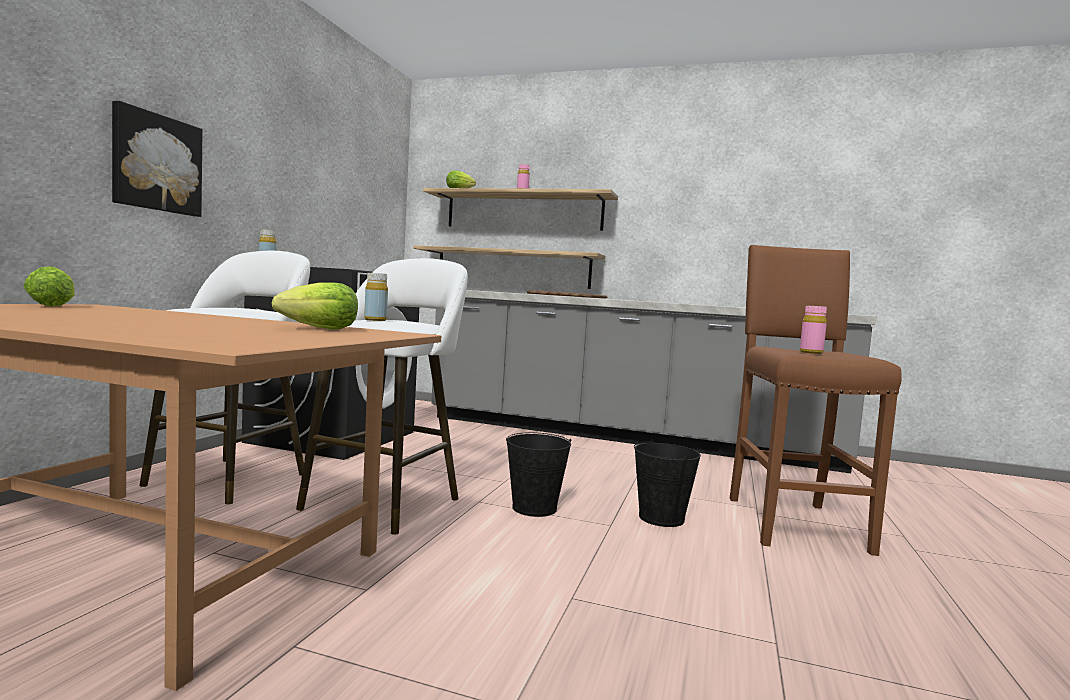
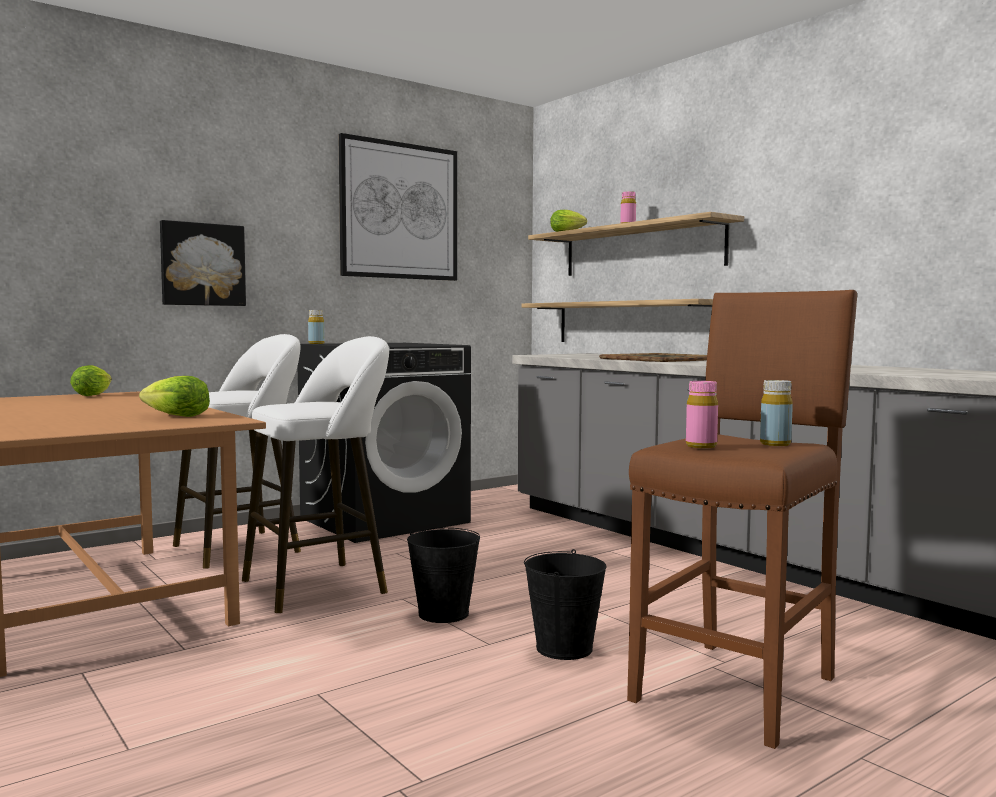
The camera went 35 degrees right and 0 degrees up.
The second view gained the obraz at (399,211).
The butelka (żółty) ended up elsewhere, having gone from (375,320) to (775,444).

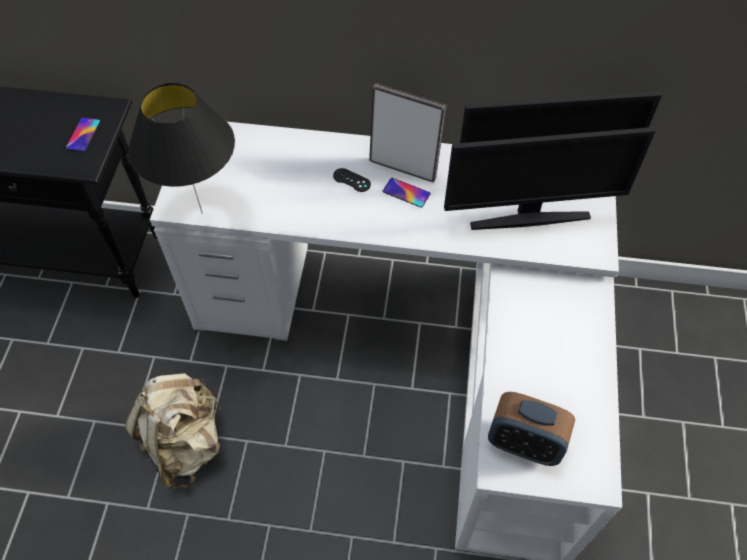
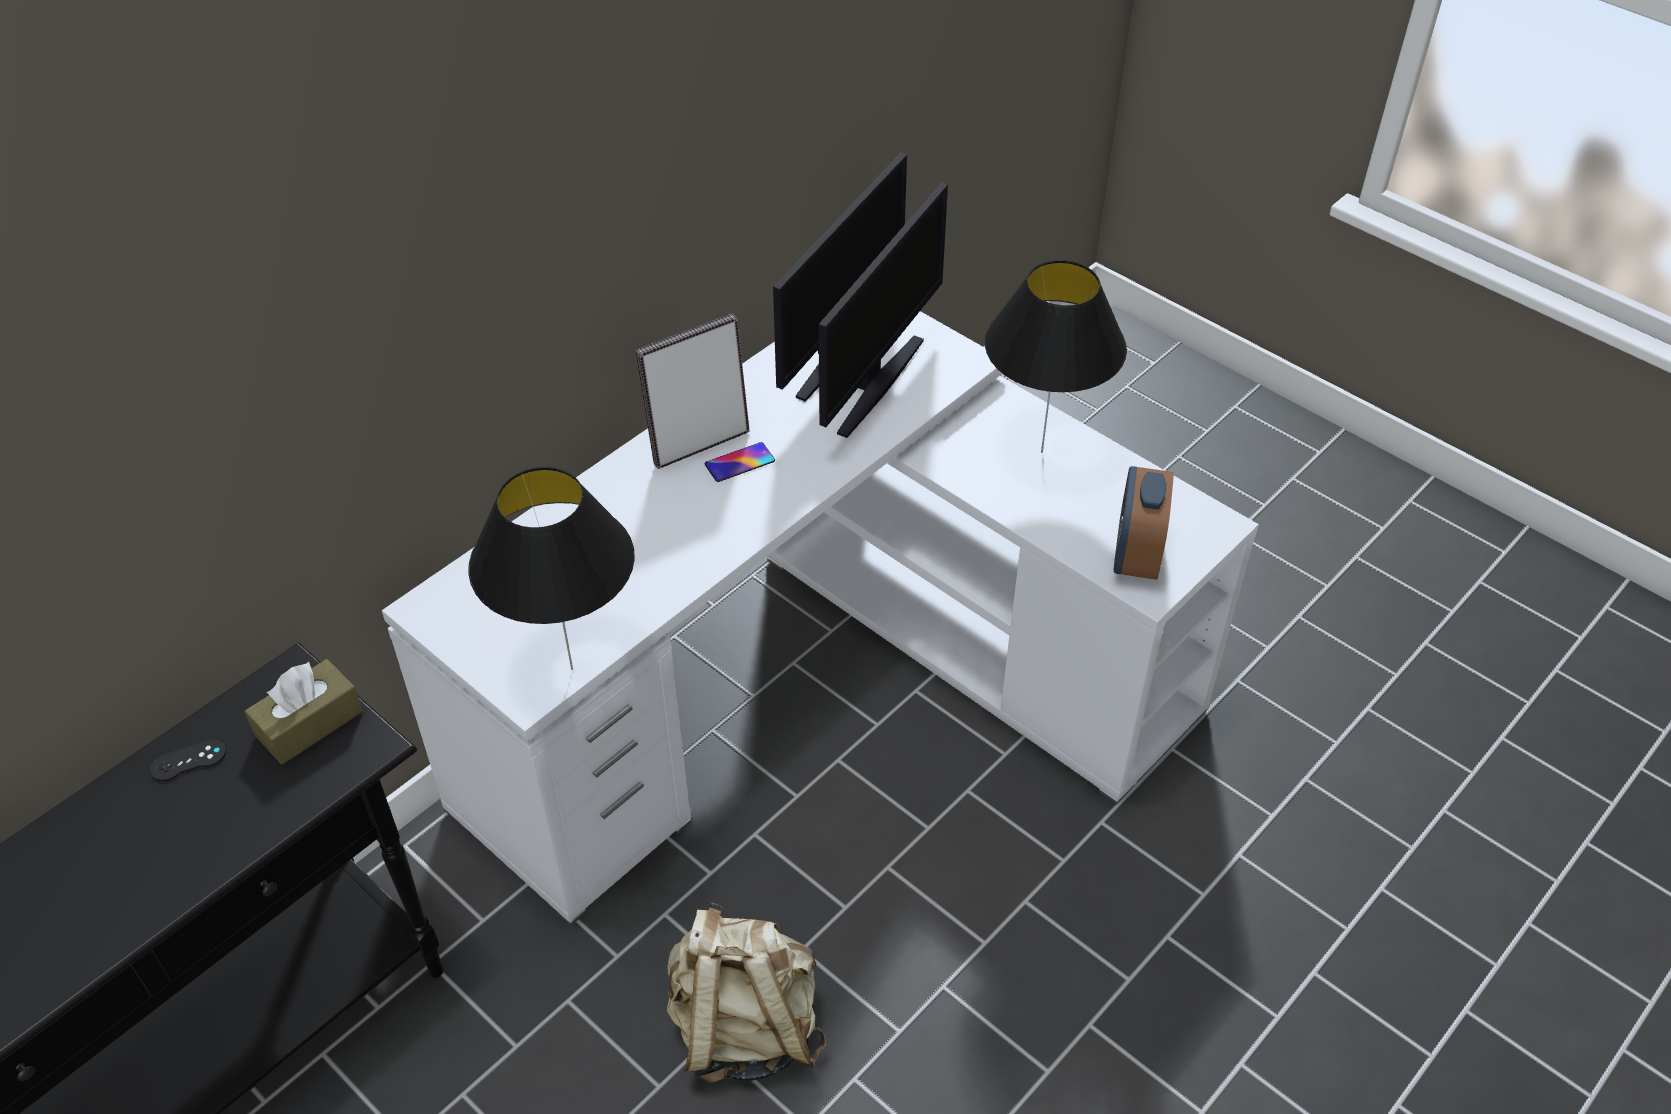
The camera went 55 degrees left and 10 degrees down.
The second view gained the lampa stołowa (czarny) at (1041,452).
The pad do gier (czarny) ended up elsewhere, having gone from (351,180) to (188,761).
Where the telefon stood at (83,135), the pudełko chusteczek (brązowy) came to stand at (309,723).
The budzik at (524,443) ended up facing another way, 135 degrees clockwise from before.

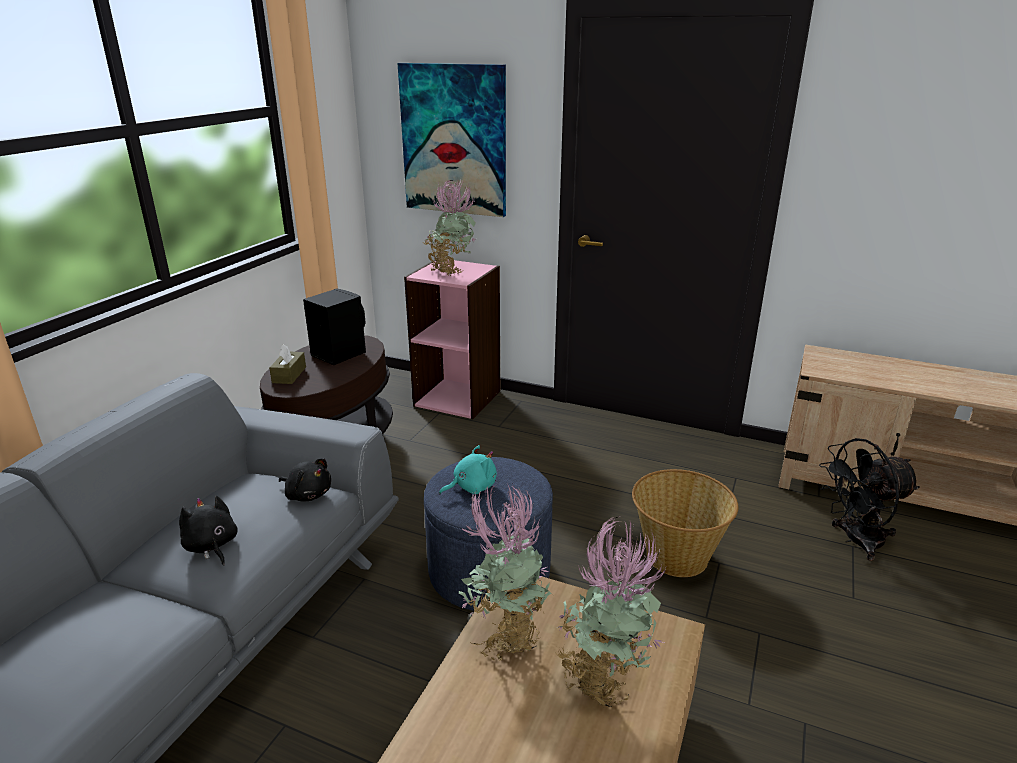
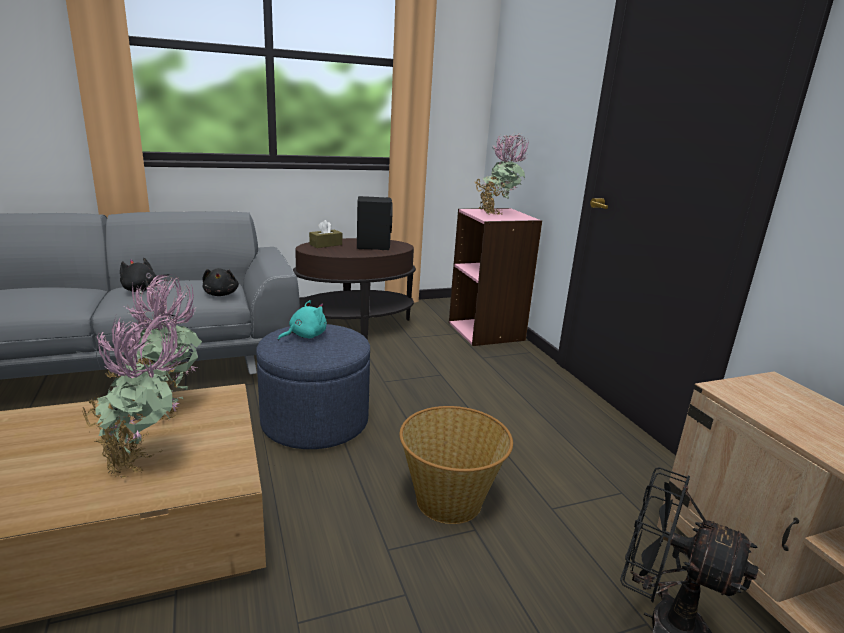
The camera went 45 degrees right and 5 degrees down.
The second view lost the obraz at (454,140).
The pluszak (czarny) at (211,546) ended up facing another way, 60 degrees counterclockwise from before.
The pluszak (turkusowy) at (472,487) ended up facing another way, 60 degrees counterclockwise from before.

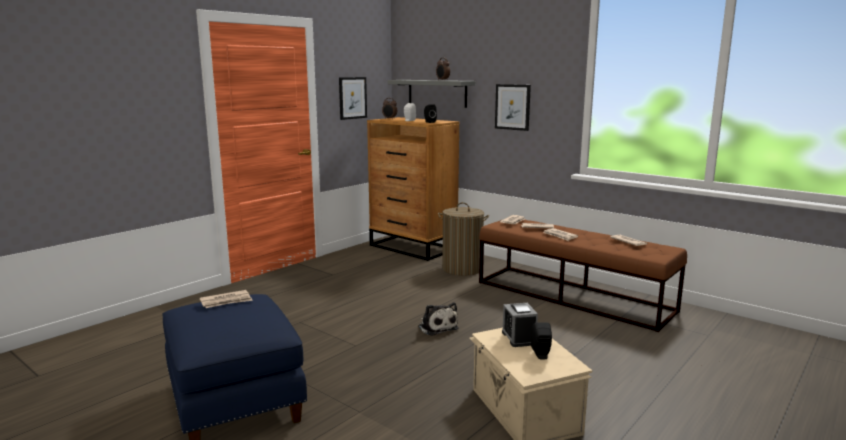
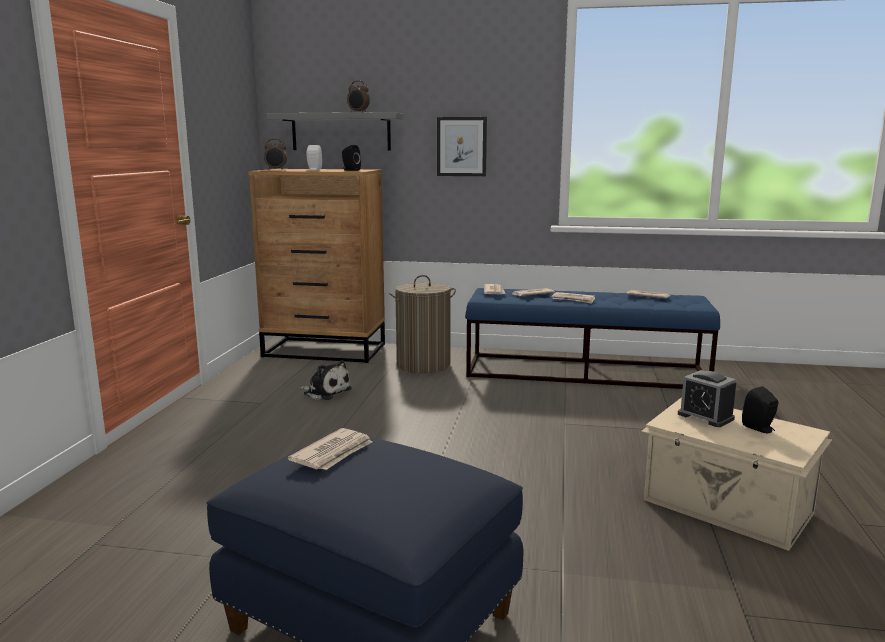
The camera went 30 degrees left and 0 degrees up.
The second view lost the obraz at (352,98).
The pluszak ended up elsewhere, having gone from (437,327) to (325,392).
What was the ławka (brązowy) at (573,296) turned into the ławka (niebieski) at (585,372).

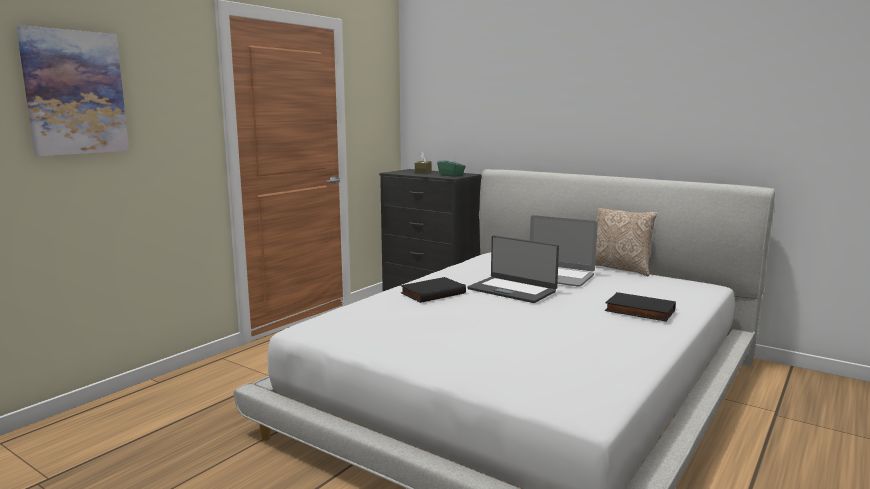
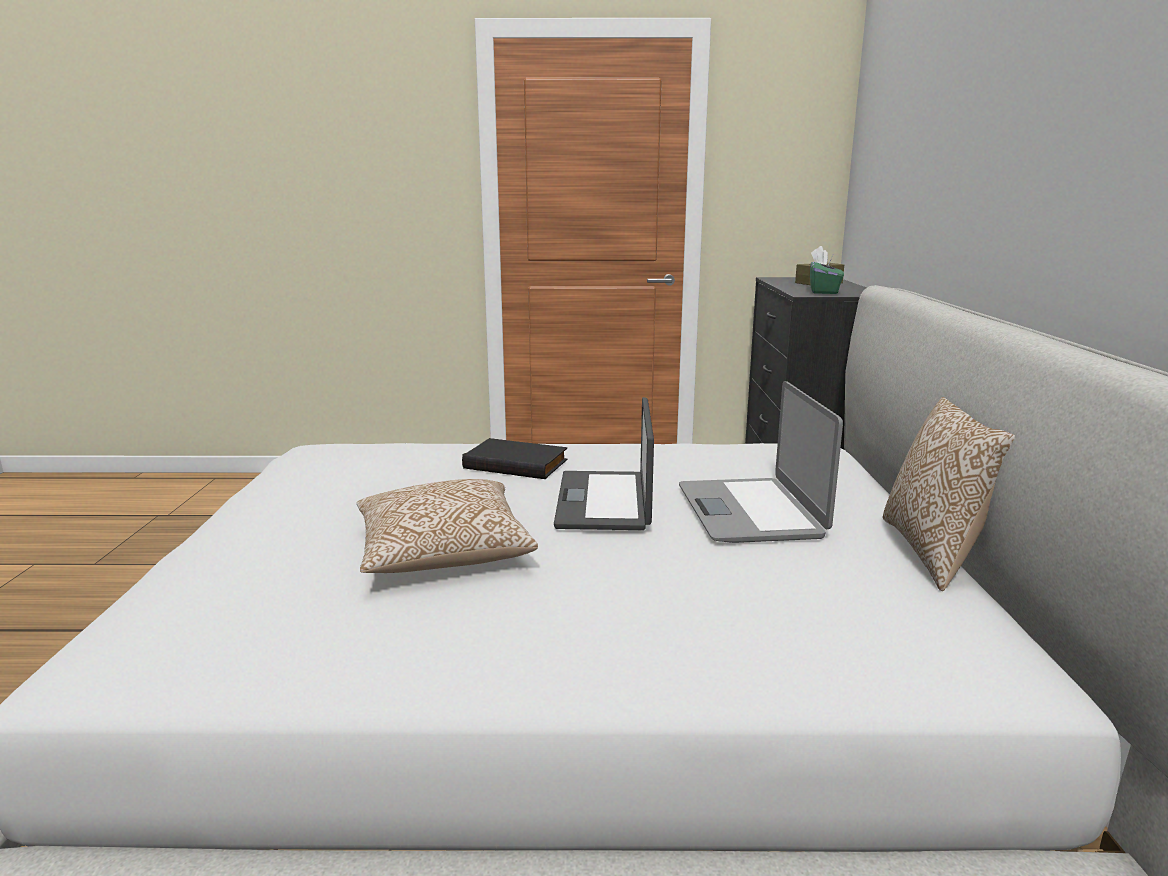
The camera went 55 degrees right and 5 degrees up.
The second view lost the obraz at (75,93).
The second view lost the książka (czarny) at (639,311).
The second view gained the poduszka at (442,554).

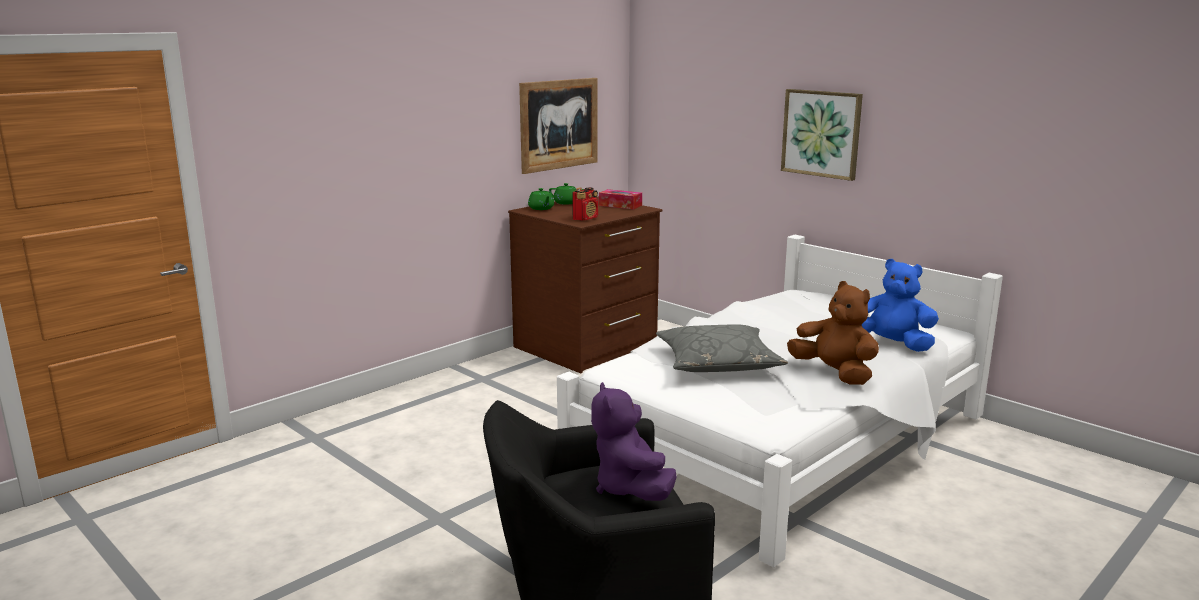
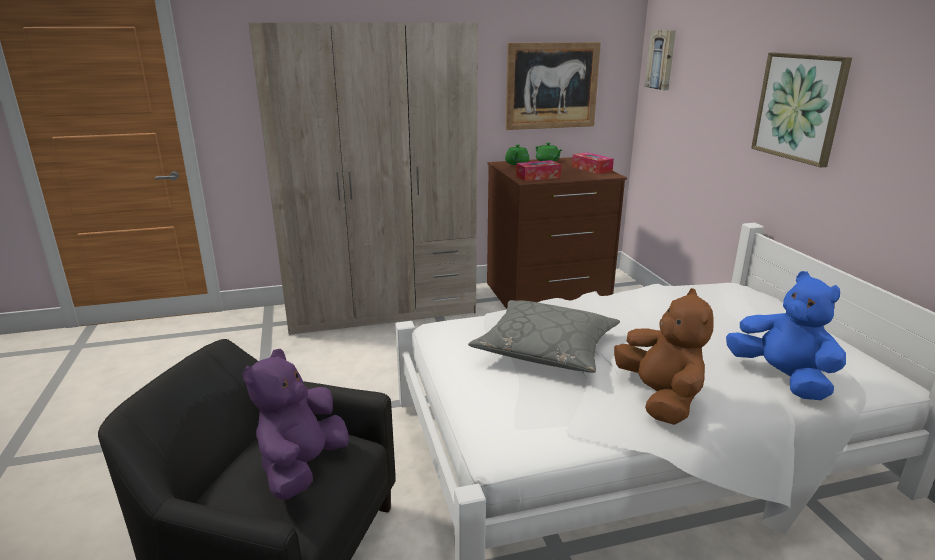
The camera went 30 degrees right and 5 degrees up.
The second view gained the szafa (beżowy) at (381,309).
The second view gained the obraz at (661,59).
Where the radio stood at (585,218), the pudełko chusteczek came to stand at (538,177).

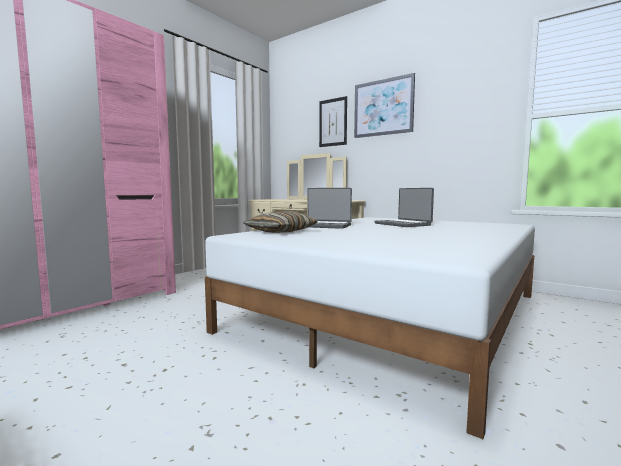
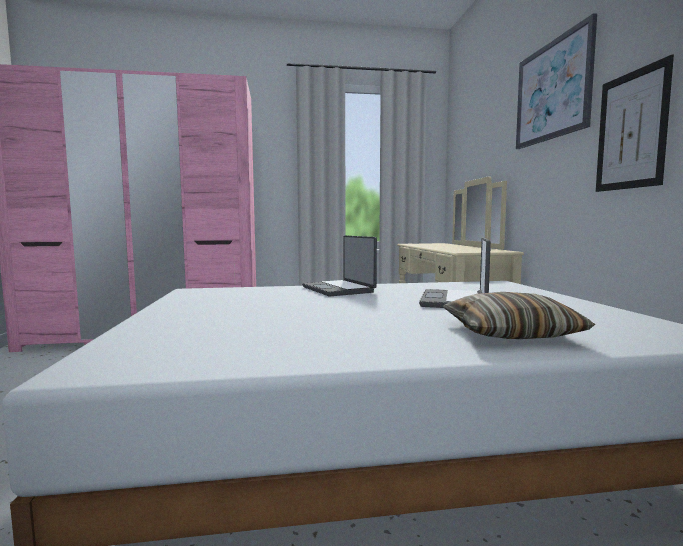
The camera went 45 degrees right and 0 degrees up.
The poduszka ended up elsewhere, having gone from (280,231) to (509,333).
The obraz ended up elsewhere, having gone from (333,122) to (631,130).

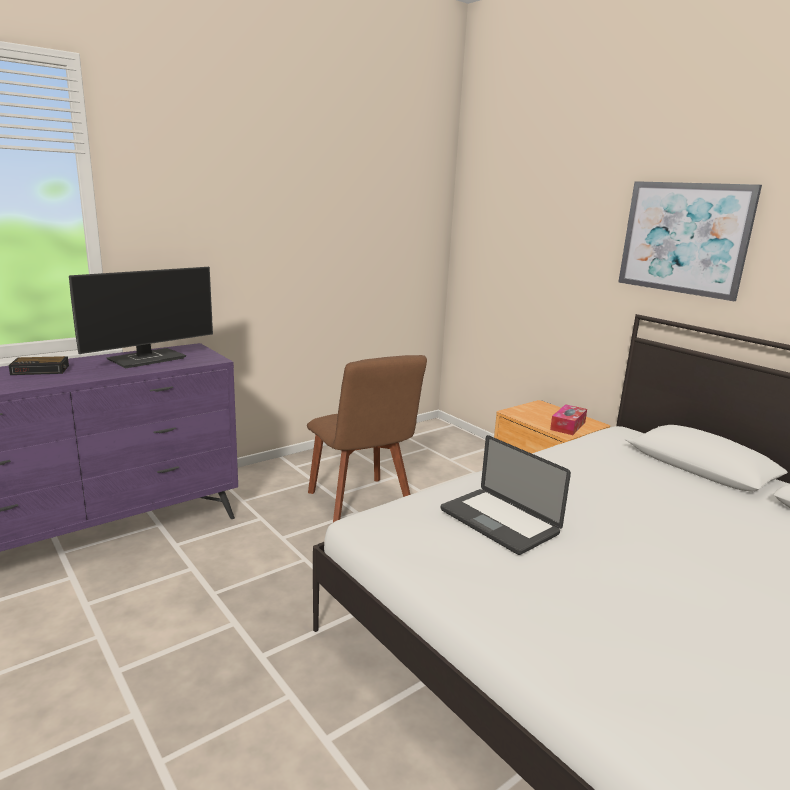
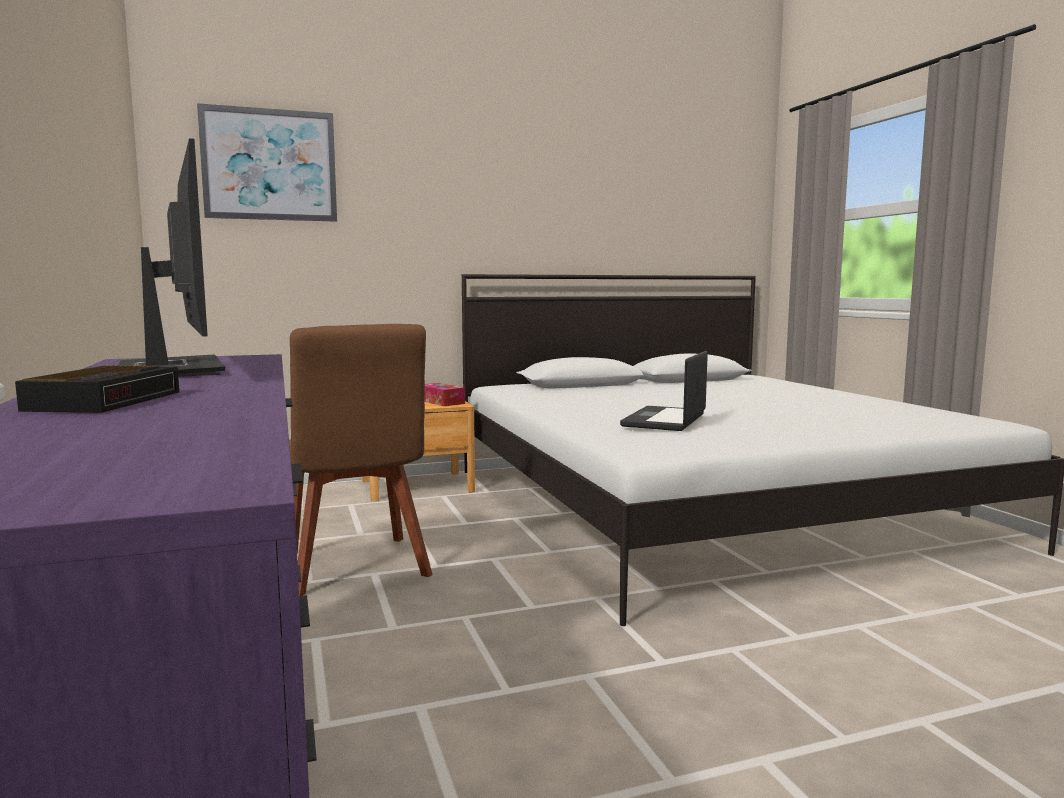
The camera went 70 degrees left and 10 degrees down.
The obraz ended up elsewhere, having gone from (684,238) to (269,165).
The krzesło (brązowy) at (361,504) ended up facing another way, 75 degrees clockwise from before.
The laptop at (498,522) ended up facing another way, 135 degrees clockwise from before.

